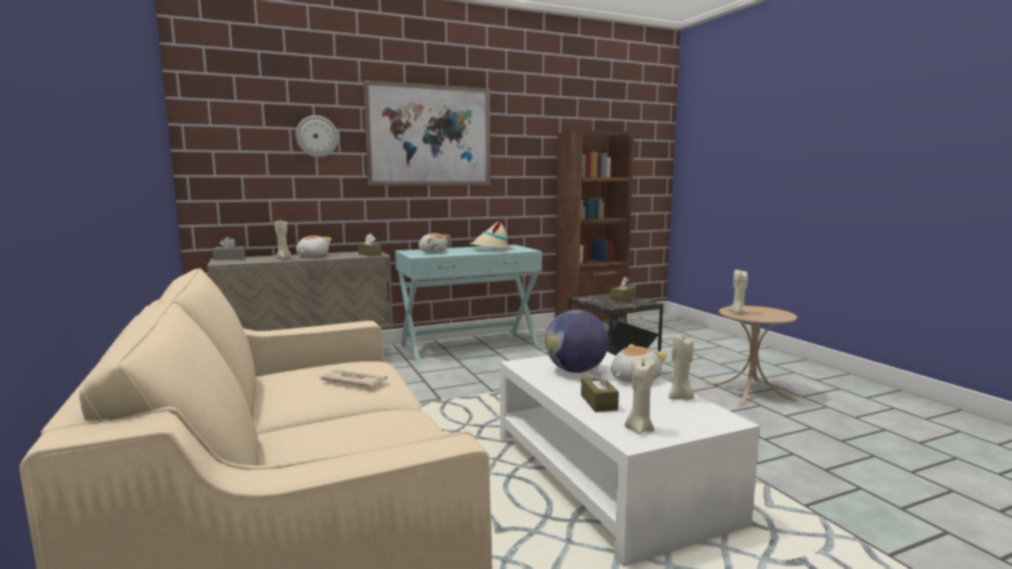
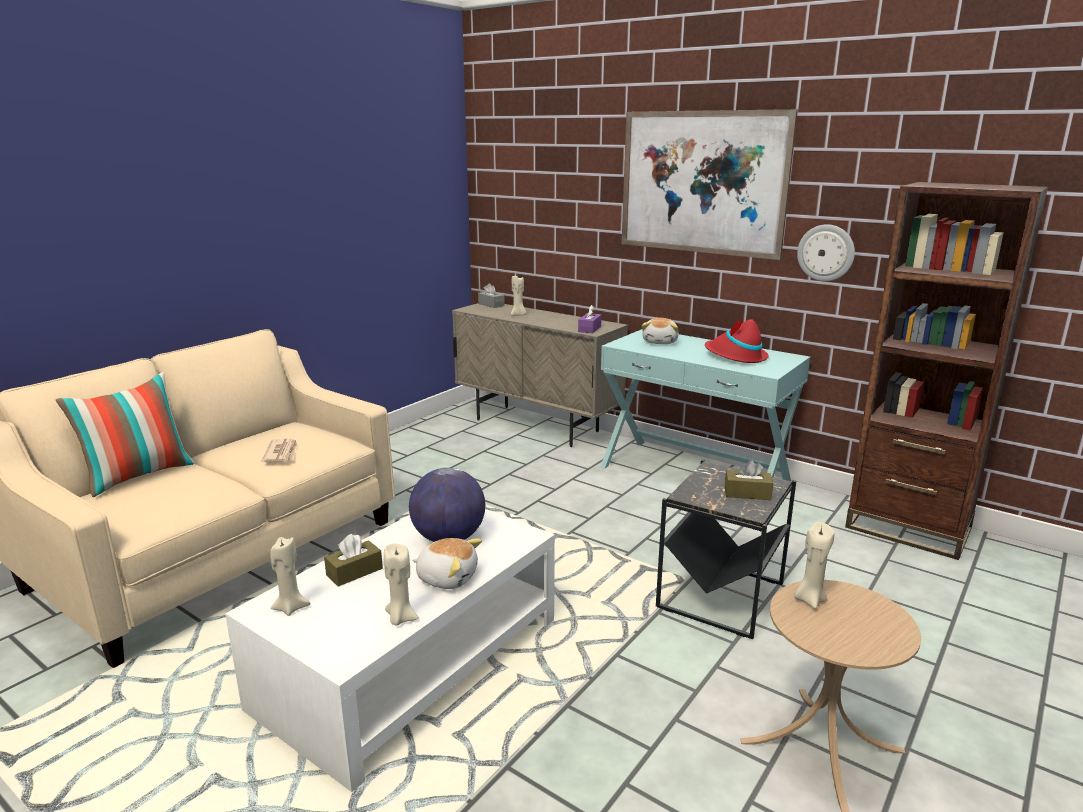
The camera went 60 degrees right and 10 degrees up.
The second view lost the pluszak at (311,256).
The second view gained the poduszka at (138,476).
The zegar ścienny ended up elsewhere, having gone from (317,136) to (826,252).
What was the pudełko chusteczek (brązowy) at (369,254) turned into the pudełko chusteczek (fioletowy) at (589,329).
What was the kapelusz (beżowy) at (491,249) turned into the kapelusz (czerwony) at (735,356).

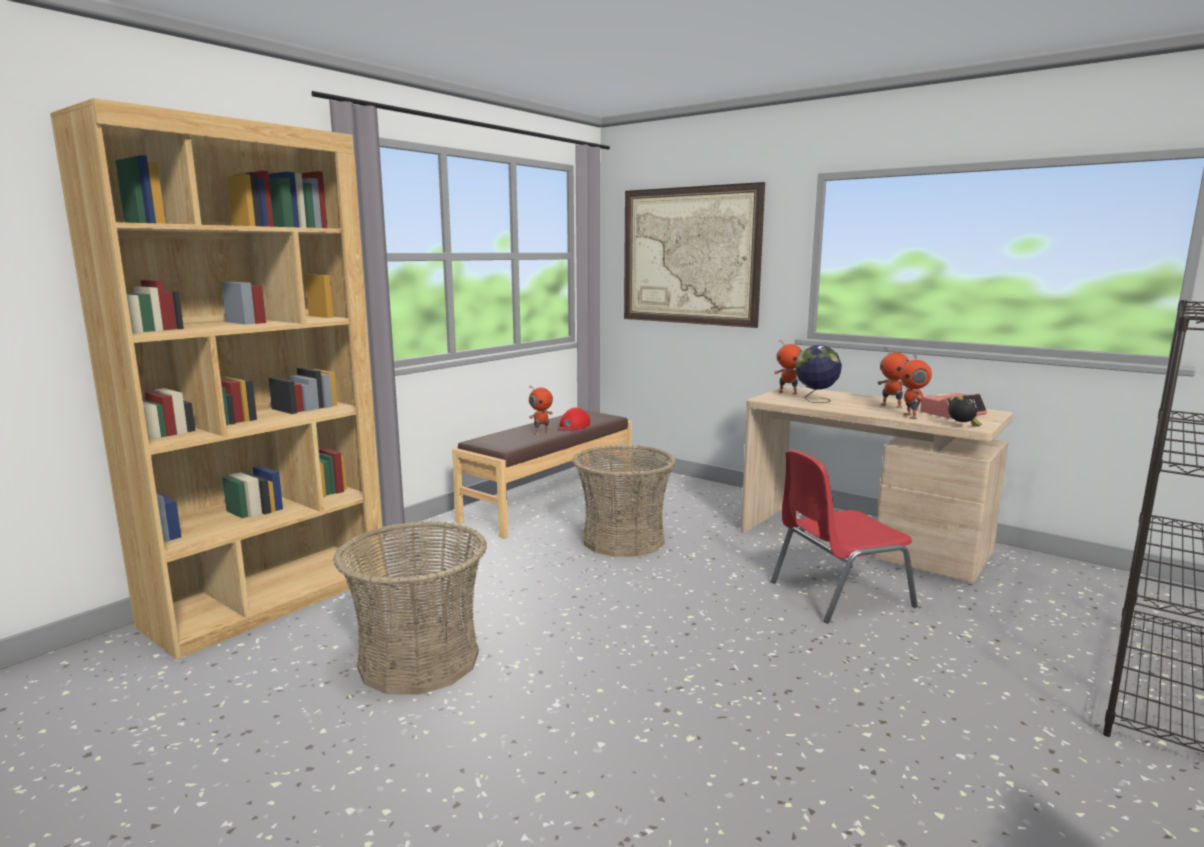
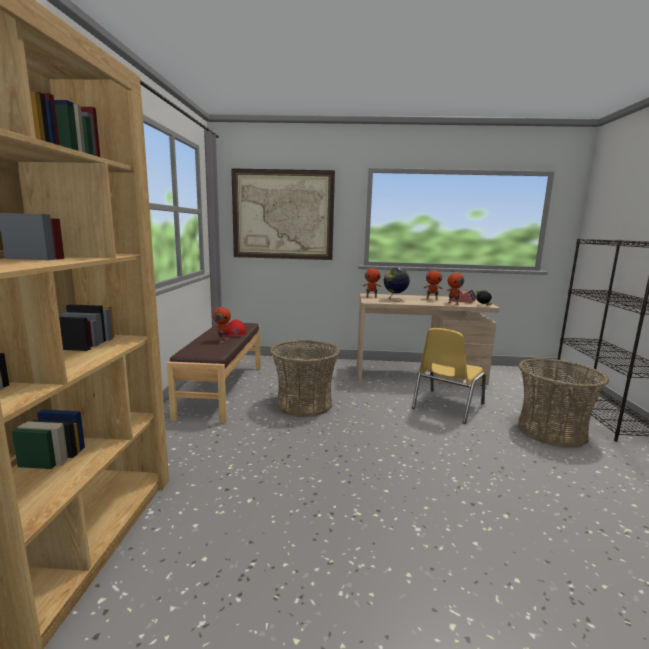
The camera went 35 degrees left and 0 degrees up.
The koszyk ended up elsewhere, having gone from (419,660) to (551,431).
What was the krzesło (czerwony) at (837,594) turned into the krzesło (żółty) at (446,406).

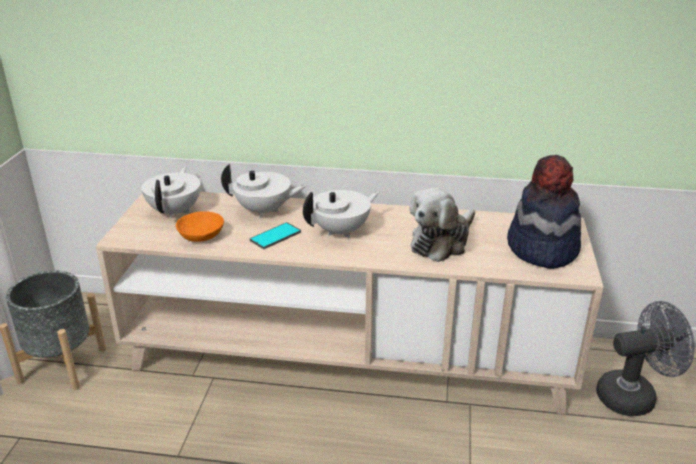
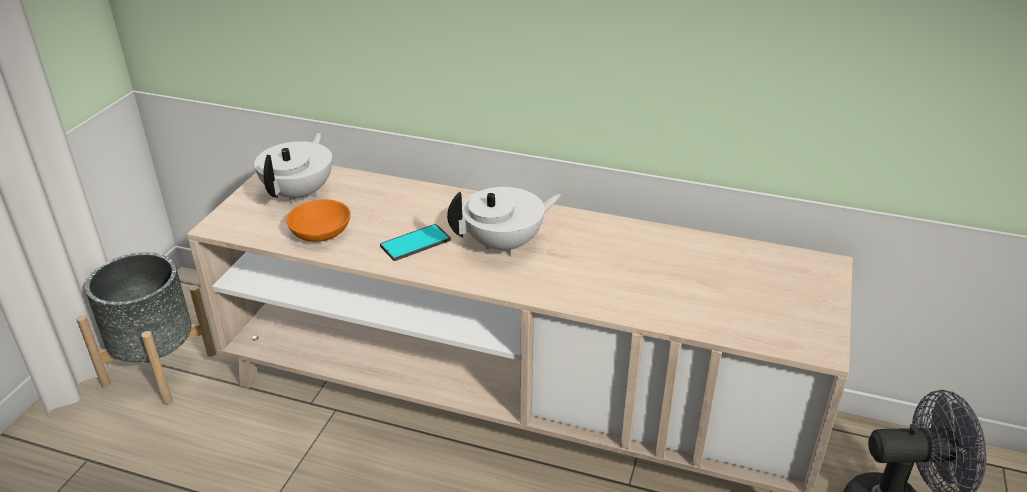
The camera went 10 degrees right and 5 degrees up.
The second view lost the imbryk (biały) at (264,211).
The second view lost the pluszak at (442,242).
The second view lost the kapelusz at (541,249).

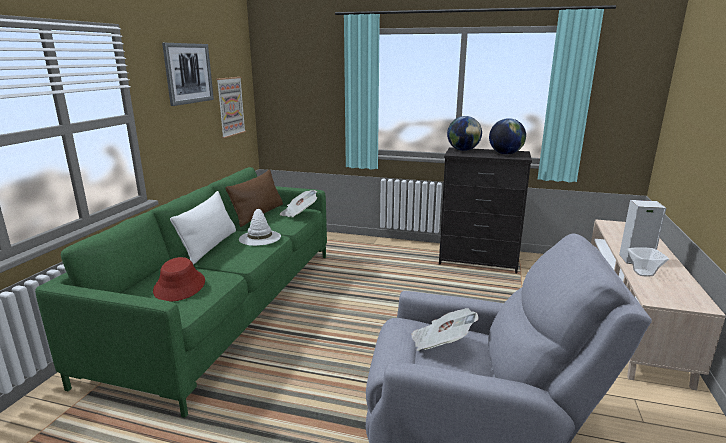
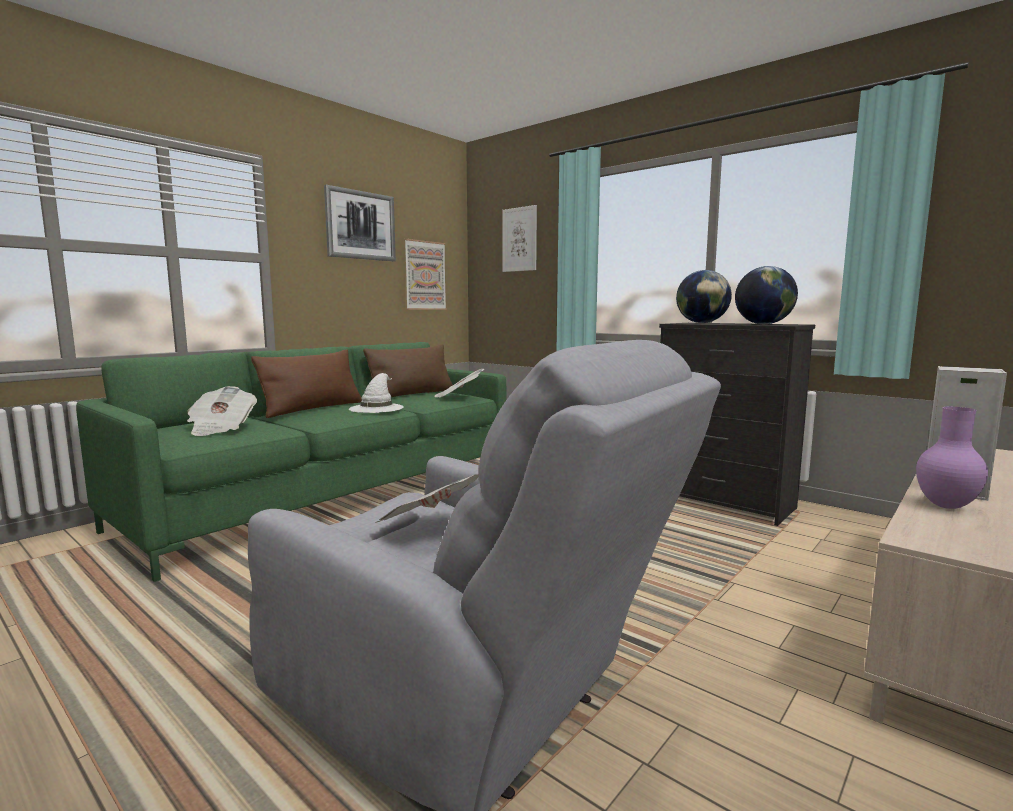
The camera went 25 degrees right and 10 degrees down.
The second view gained the obraz at (519,239).
Where the kapelusz (czerwony) stood at (180,286), the gazeta came to stand at (221,428).
Where the miska stood at (642,273), the wazon (fioletowy) came to stand at (945,506).
What was the poduszka (biały) at (210,246) turned into the poduszka (brązowy) at (313,409).

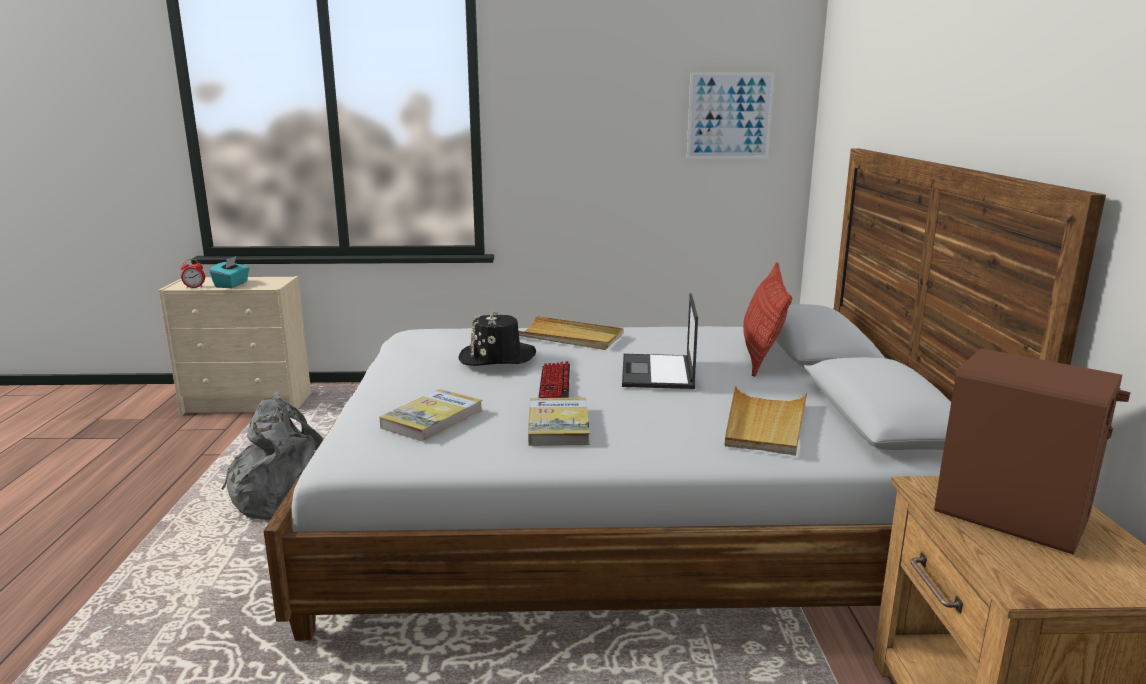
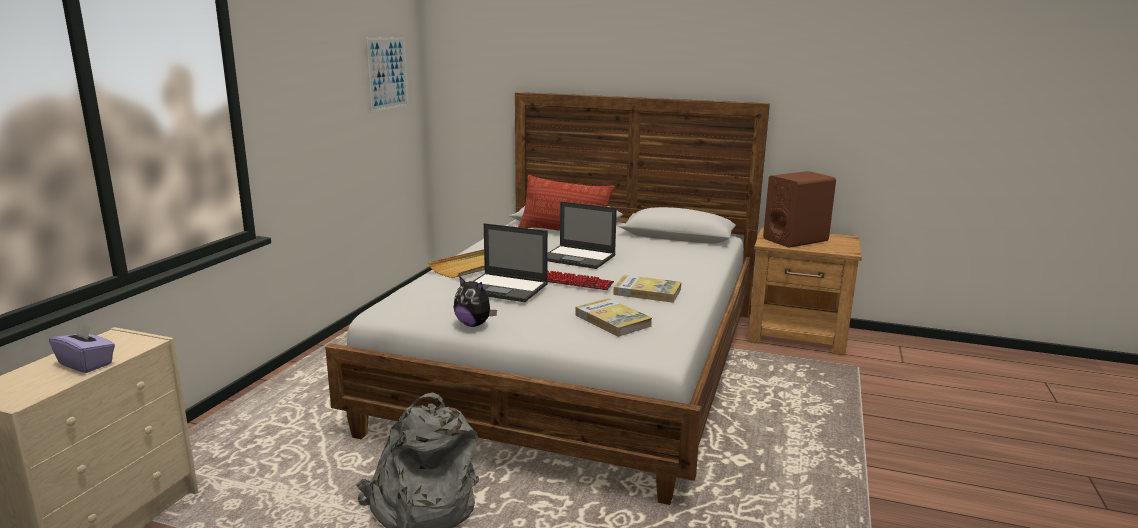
The camera went 70 degrees left and 0 degrees up.
The second view lost the budzik at (194,287).
The second view lost the taca (beżowy) at (764,424).
The second view gained the pluszak at (474,324).
Where the kapelusz (czarny) stood at (497,357), the laptop came to stand at (505,288).
What was the pudełko chusteczek (turkusowy) at (232,285) turned into the pudełko chusteczek (fioletowy) at (86,364).

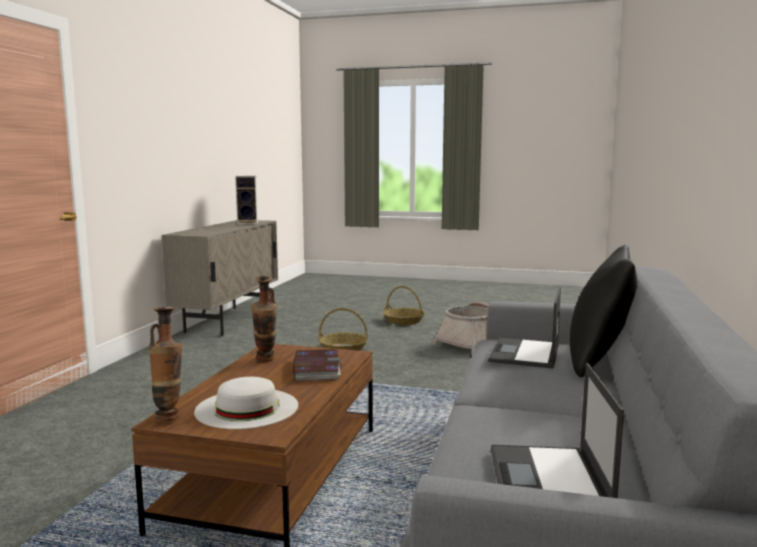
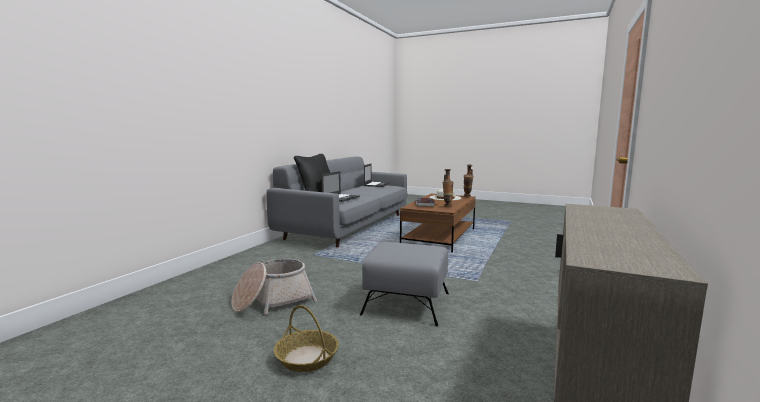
The camera went 170 degrees left and 0 degrees up.
The second view lost the głośnik at (248,223).
Where the koszyk stood at (343,348), the pufa (szary) came to stand at (406,303).

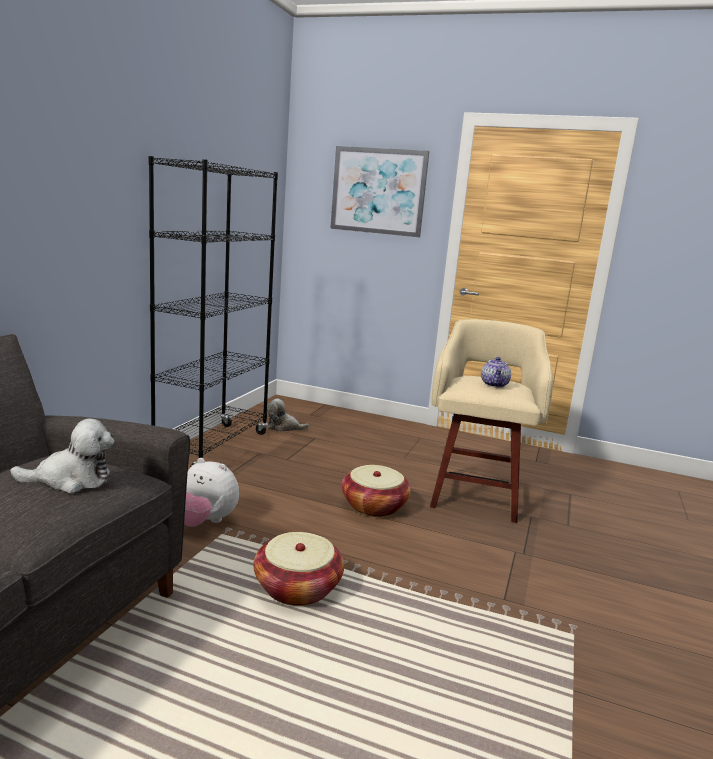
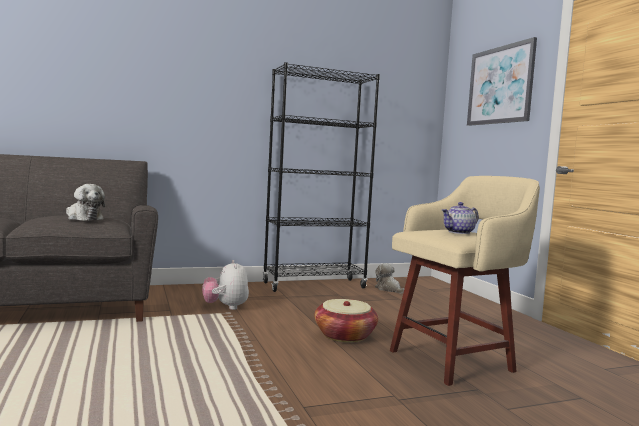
The camera went 50 degrees right and 10 degrees down.
The second view lost the koszyk at (297,588).

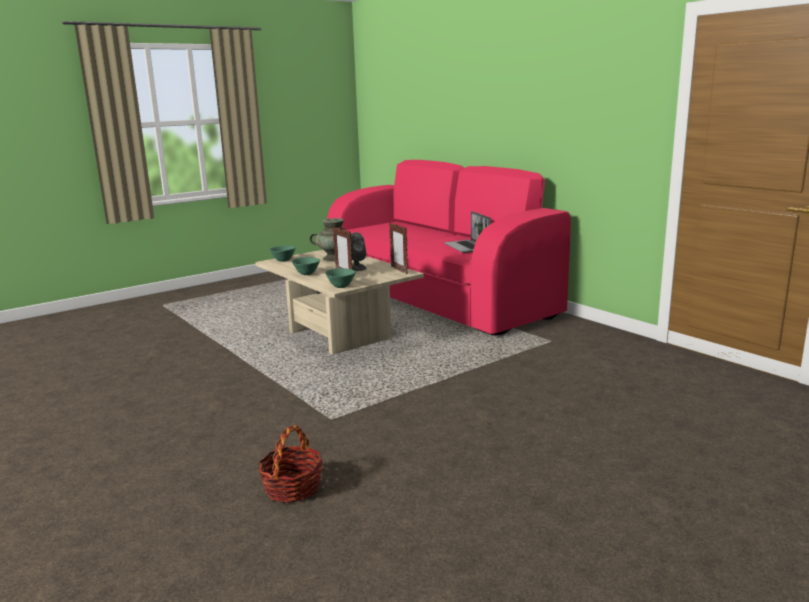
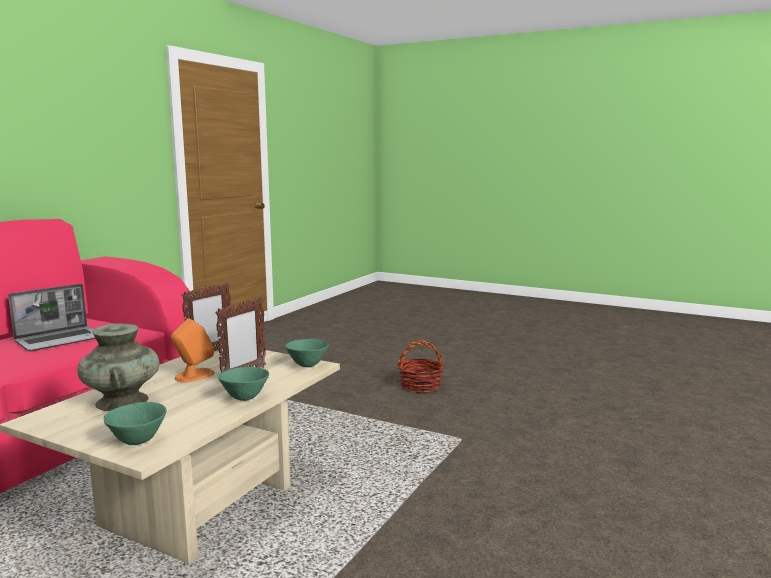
The camera went 115 degrees left and 5 degrees down.
The koszyk ended up elsewhere, having gone from (293,488) to (420,386).
What was the głośnik (szary) at (357,267) turned into the głośnik (pomarańczowy) at (194,376).

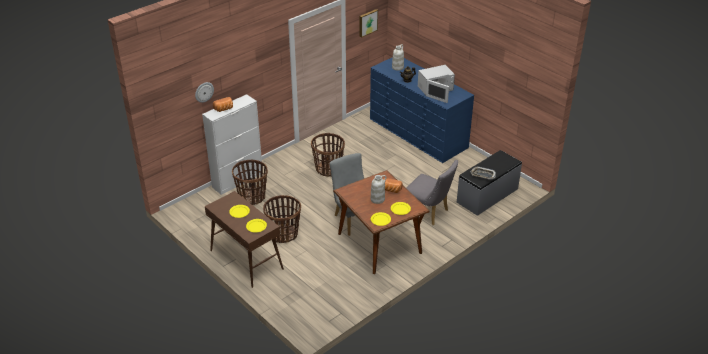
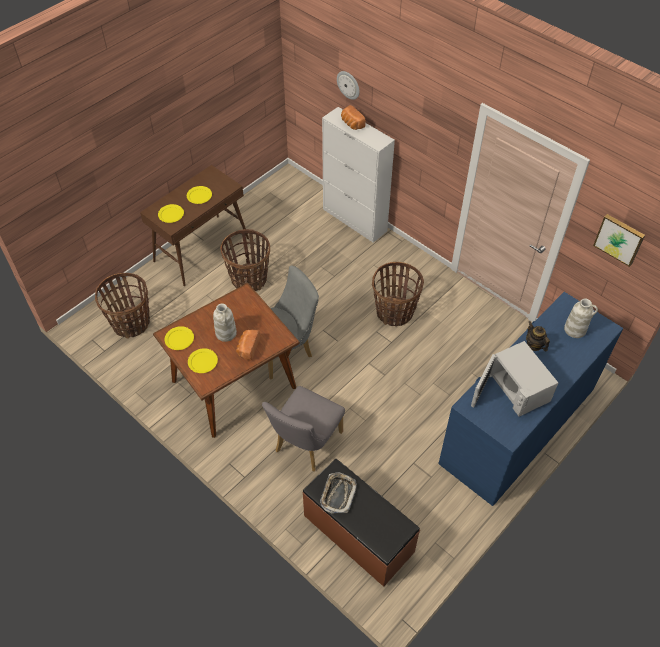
The camera went 85 degrees right and 15 degrees up.
The koszyk ended up elsewhere, having gone from (252,197) to (131,323).
What was the ławka (szary) at (488,195) turned into the ławka (brązowy) at (358,534).

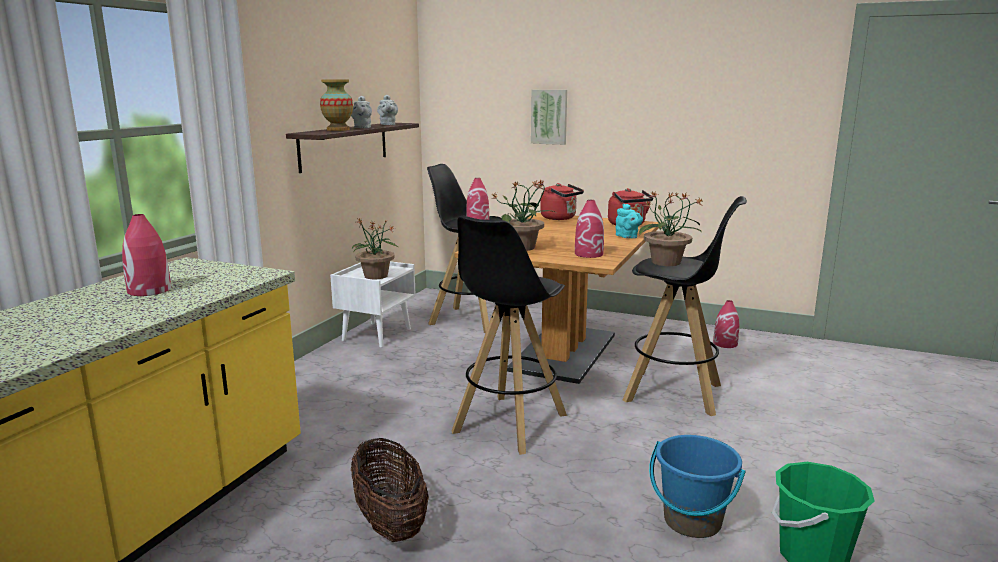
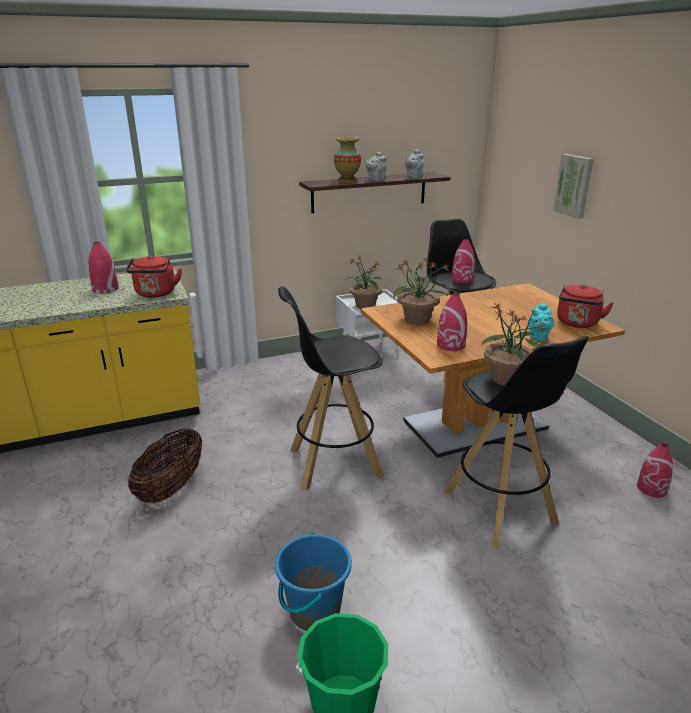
The camera went 45 degrees right and 10 degrees up.
The czajnik (czerwony) ended up elsewhere, having gone from (560,218) to (155,294).

